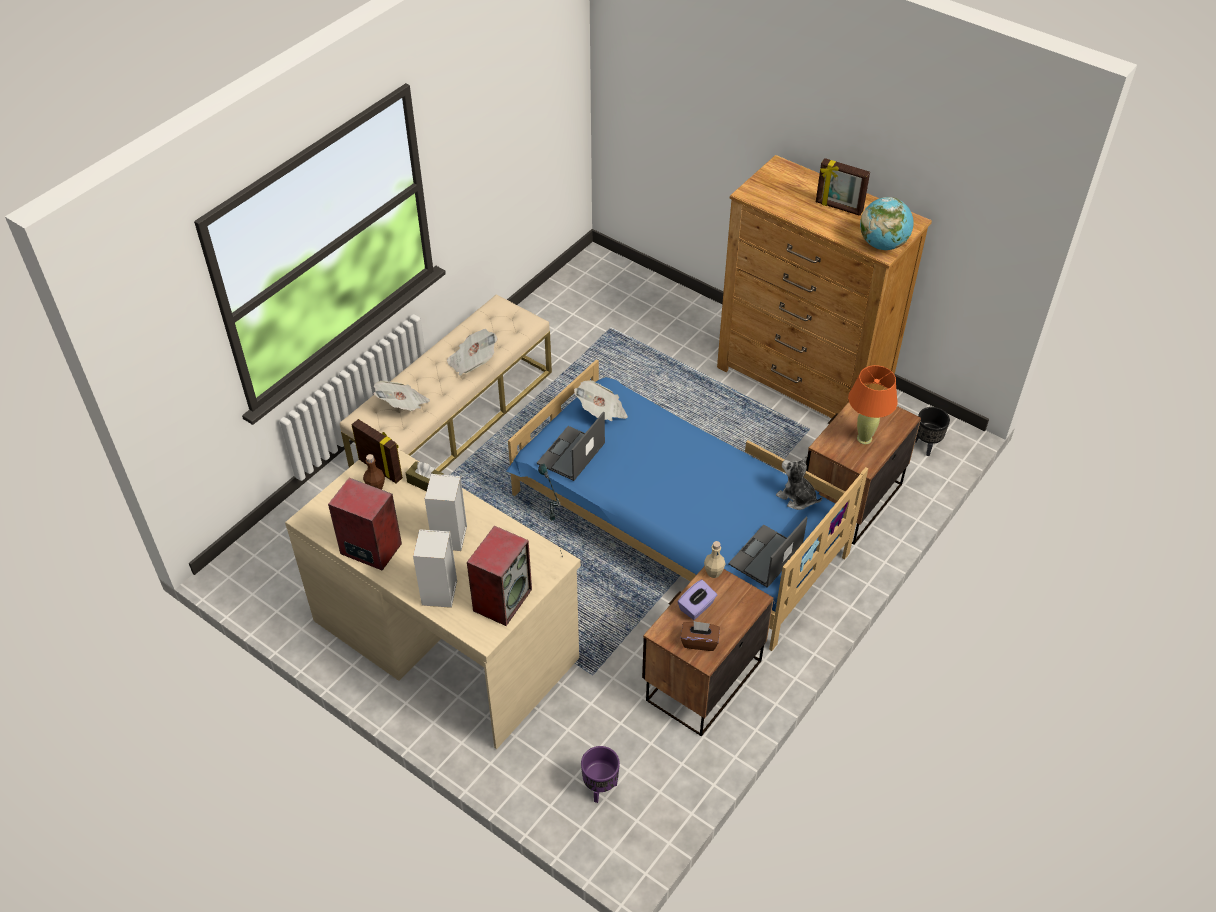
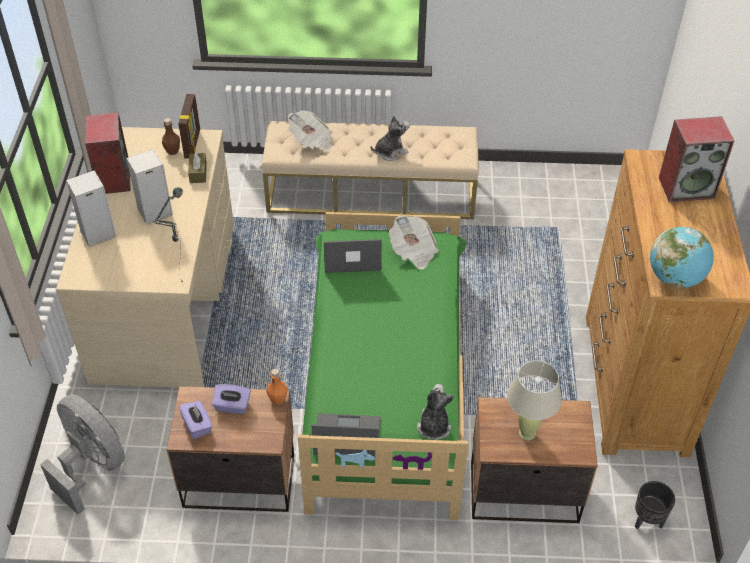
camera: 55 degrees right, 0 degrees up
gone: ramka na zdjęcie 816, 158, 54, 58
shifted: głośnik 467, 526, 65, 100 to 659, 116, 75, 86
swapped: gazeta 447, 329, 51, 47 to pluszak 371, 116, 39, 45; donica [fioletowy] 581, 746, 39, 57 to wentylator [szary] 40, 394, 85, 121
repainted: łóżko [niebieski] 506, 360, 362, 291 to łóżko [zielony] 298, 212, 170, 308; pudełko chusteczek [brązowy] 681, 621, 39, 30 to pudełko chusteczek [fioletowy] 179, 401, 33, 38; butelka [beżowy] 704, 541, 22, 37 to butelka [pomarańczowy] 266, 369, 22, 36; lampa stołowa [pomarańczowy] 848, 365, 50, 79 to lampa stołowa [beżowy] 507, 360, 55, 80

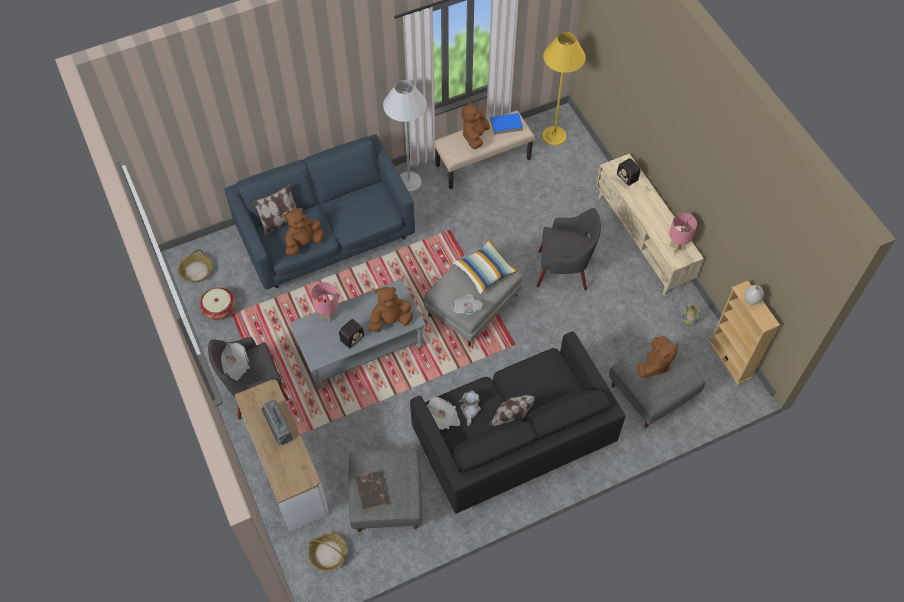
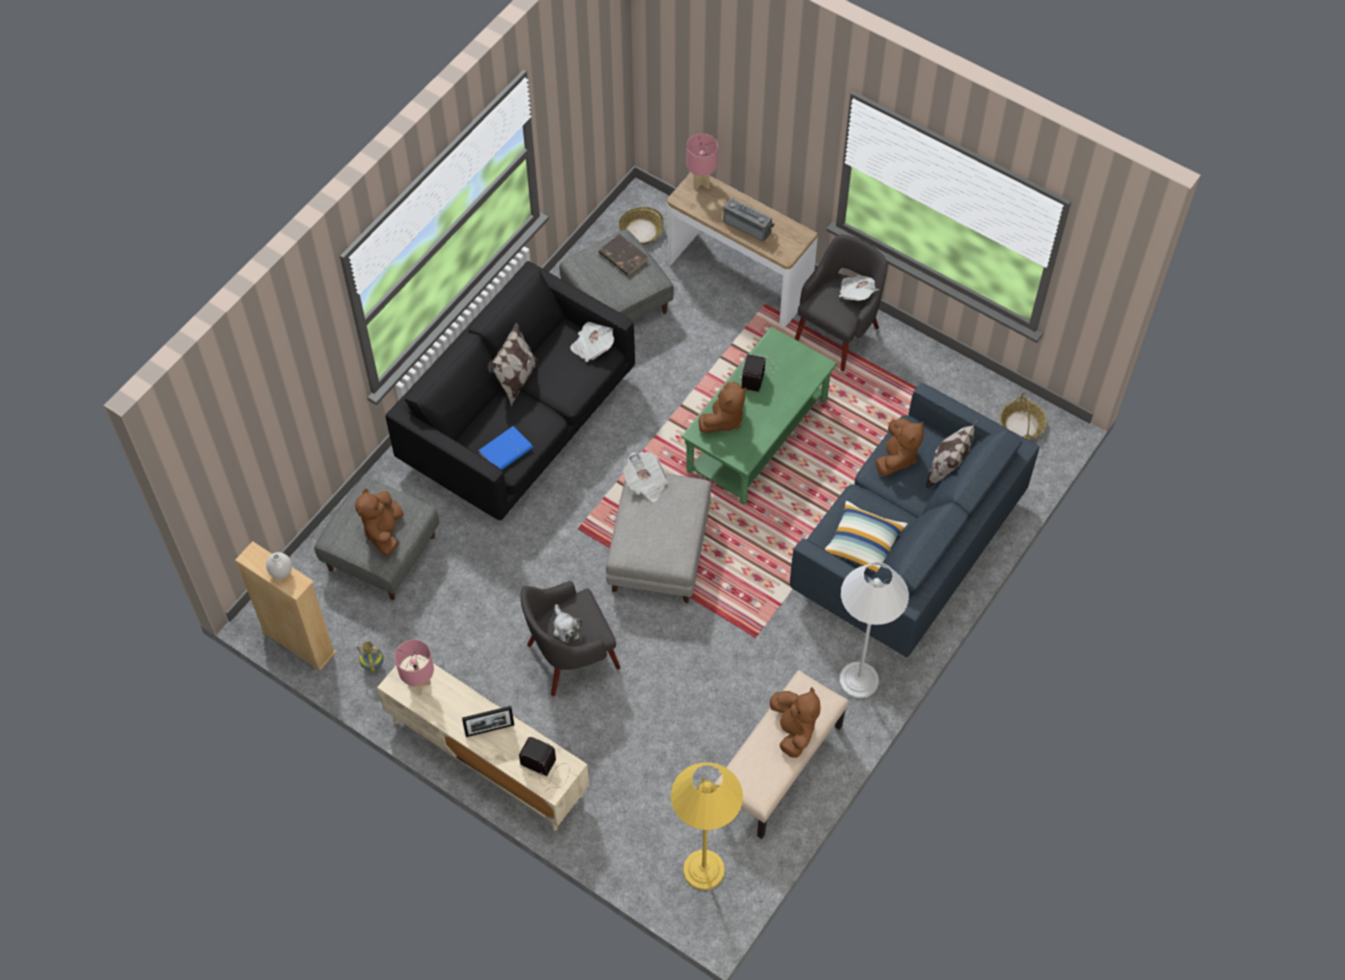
camera: 150 degrees right, 0 degrees up
gone: koszyk 199, 288, 37, 32
new: ramka na zdjęcie 462, 706, 52, 31
shifted: lampa stołowa [różowy] 311, 282, 27, 40 to 687, 133, 31, 56; poduszka 453, 240, 65, 54 to 824, 501, 84, 72; pluszak 459, 391, 22, 35 to 553, 604, 29, 39; książka [niebieski] 490, 113, 33, 22 to 478, 426, 55, 44
repainted: ława [szary] 289, 279, 137, 110 to ława [zielony] 681, 327, 156, 177

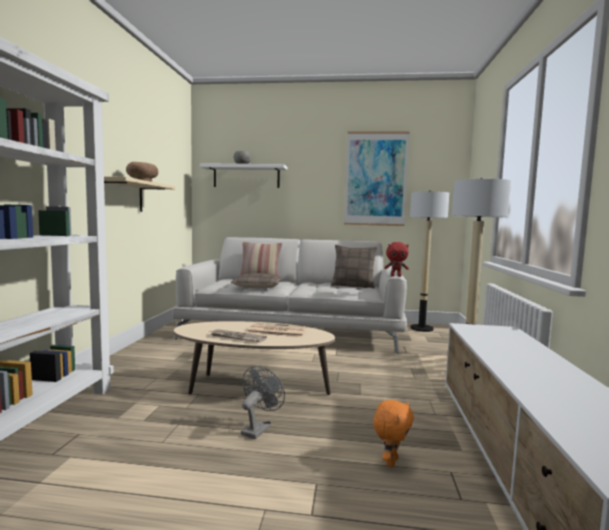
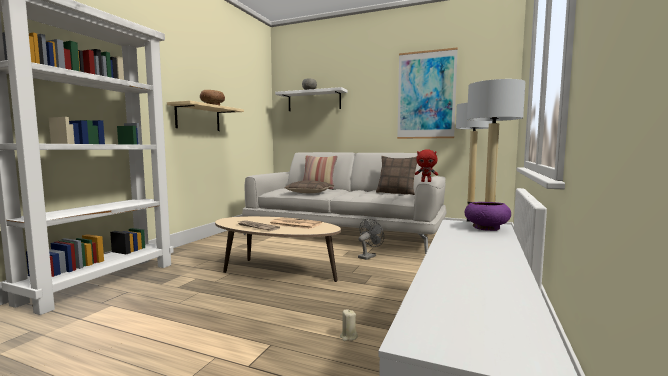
camera: 15 degrees right, 0 degrees up
new: miska [fioletowy] 465, 202, 46, 29
shifted: wentylator [szary] 241, 366, 44, 73 to 358, 219, 26, 41
swapped: pluszak [pomarańczowy] 373, 400, 41, 67 to świeca [beżowy] 340, 310, 18, 31

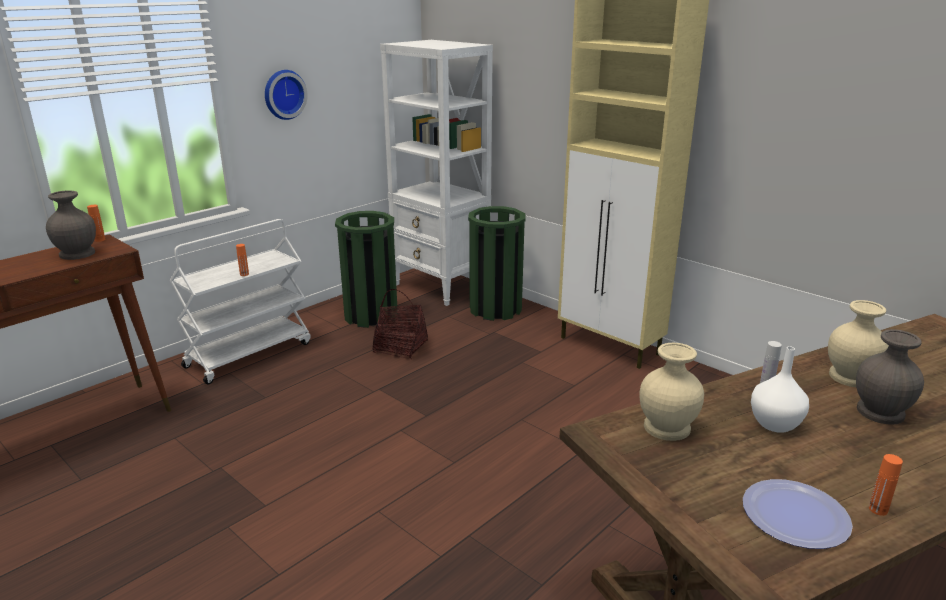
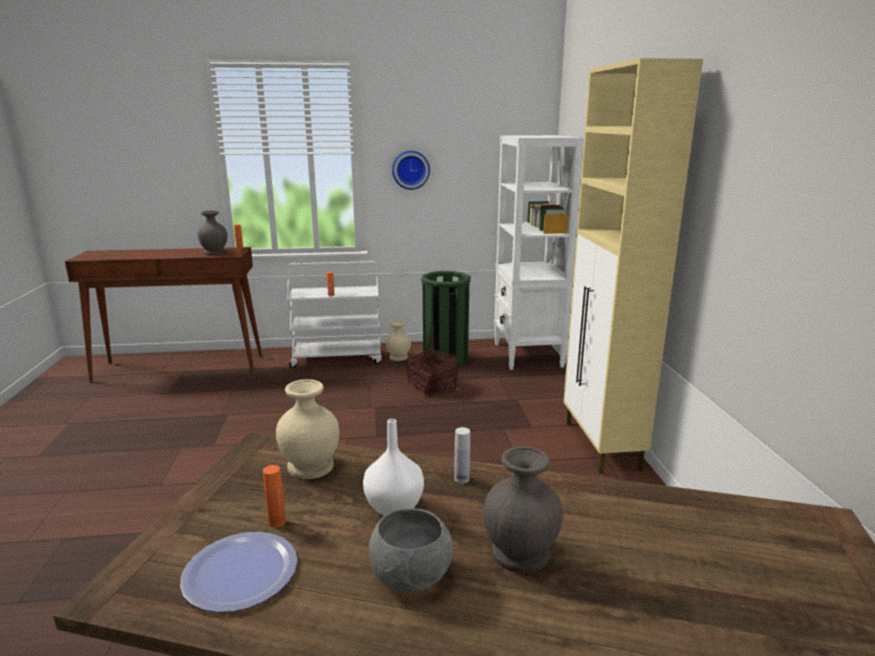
camera: 40 degrees right, 5 degrees down
gone: kosz na śmieci [zielony] 468, 206, 58, 115
new: miska [szary] 368, 508, 85, 85
shifted: wazon [beżowy] 828, 300, 61, 87 to 385, 321, 26, 40; butelka [pomarańczowy] 869, 454, 34, 62 to 263, 465, 23, 63

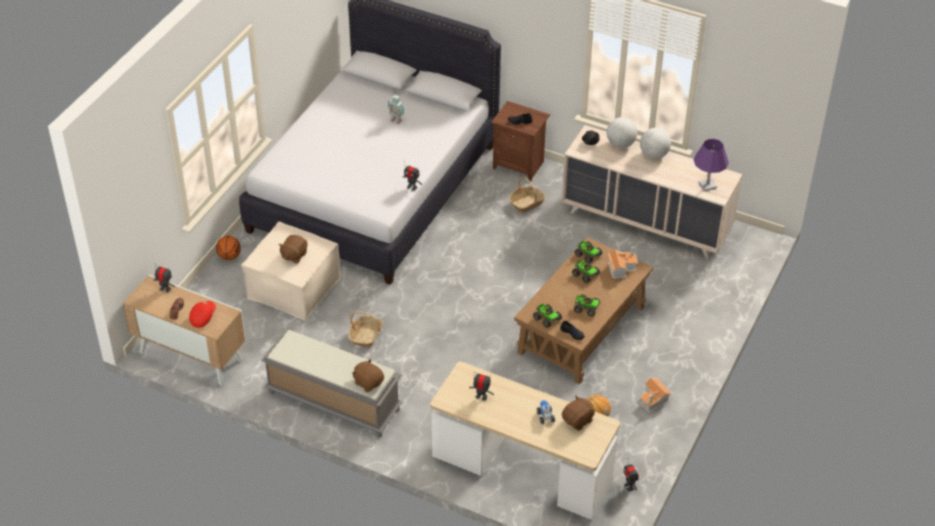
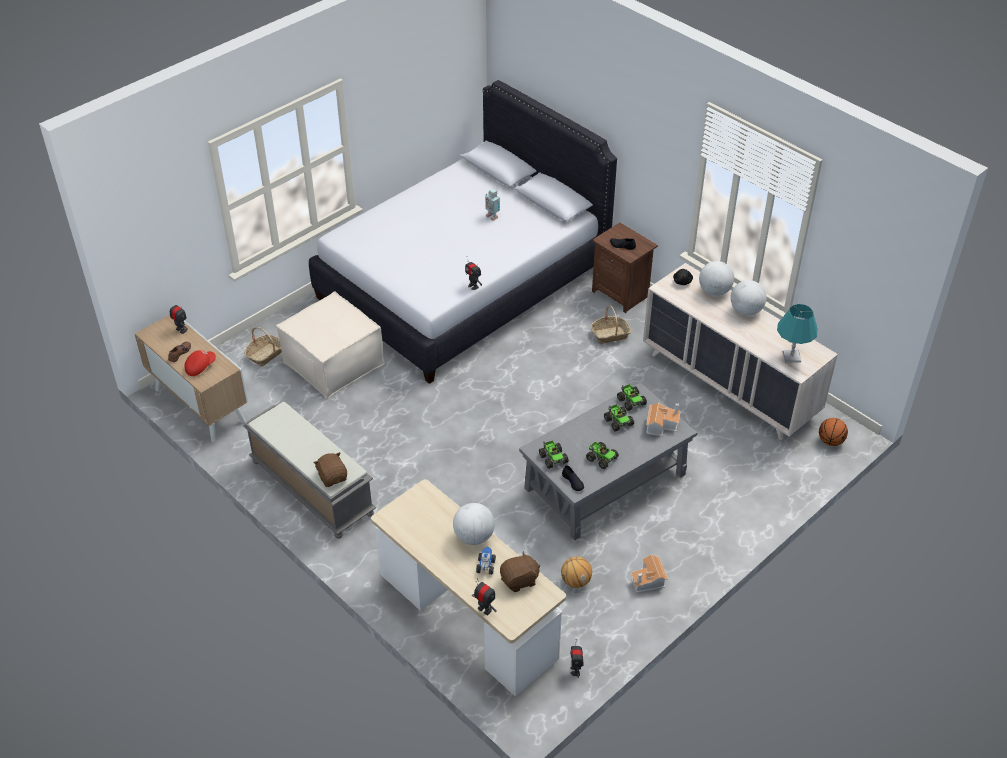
camera: 20 degrees right, 0 degrees up
gone: pluszak [brązowy] 278, 235, 30, 28
new: globus 453, 503, 42, 42
shifted: piłka do koszykówki 216, 236, 25, 24 to 819, 418, 29, 28; koszyk 348, 311, 35, 37 to 244, 327, 38, 39; robot zabawkowy 469, 371, 25, 30 to 472, 578, 25, 38
repainted: ława [brązowy] 514, 237, 139, 147 to ława [szary] 519, 382, 178, 158; lampa stołowa [fioletowy] 693, 139, 36, 52 to lampa stołowa [turkusowy] 777, 304, 41, 59

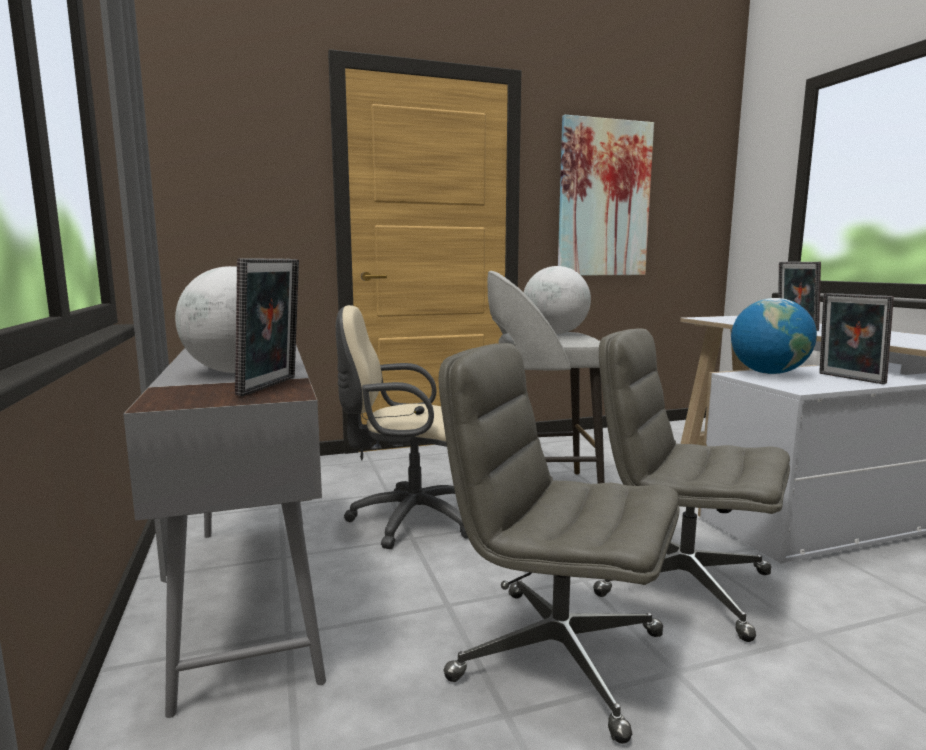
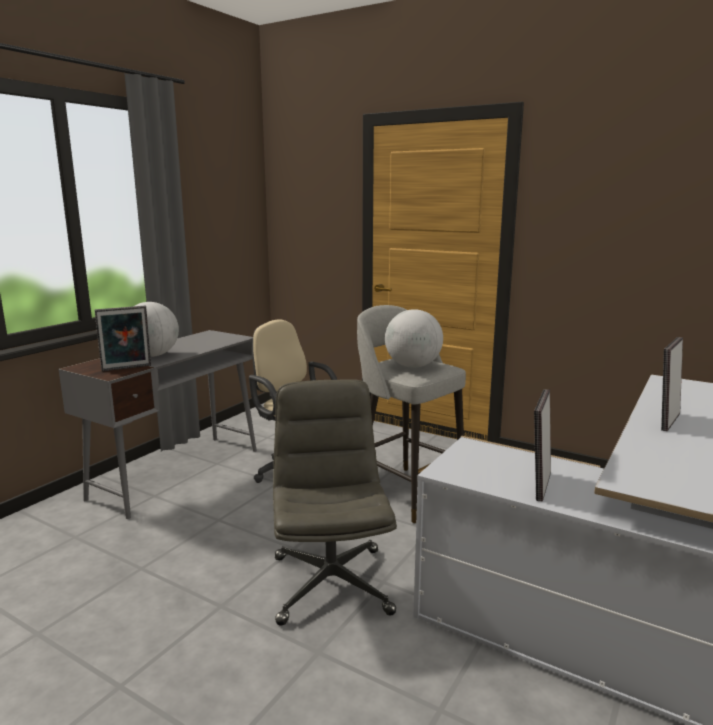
camera: 50 degrees right, 5 degrees up
gone: krzesło biurowe [szary] 439, 343, 241, 401; obraz 558, 115, 96, 161; globus 731, 298, 86, 76

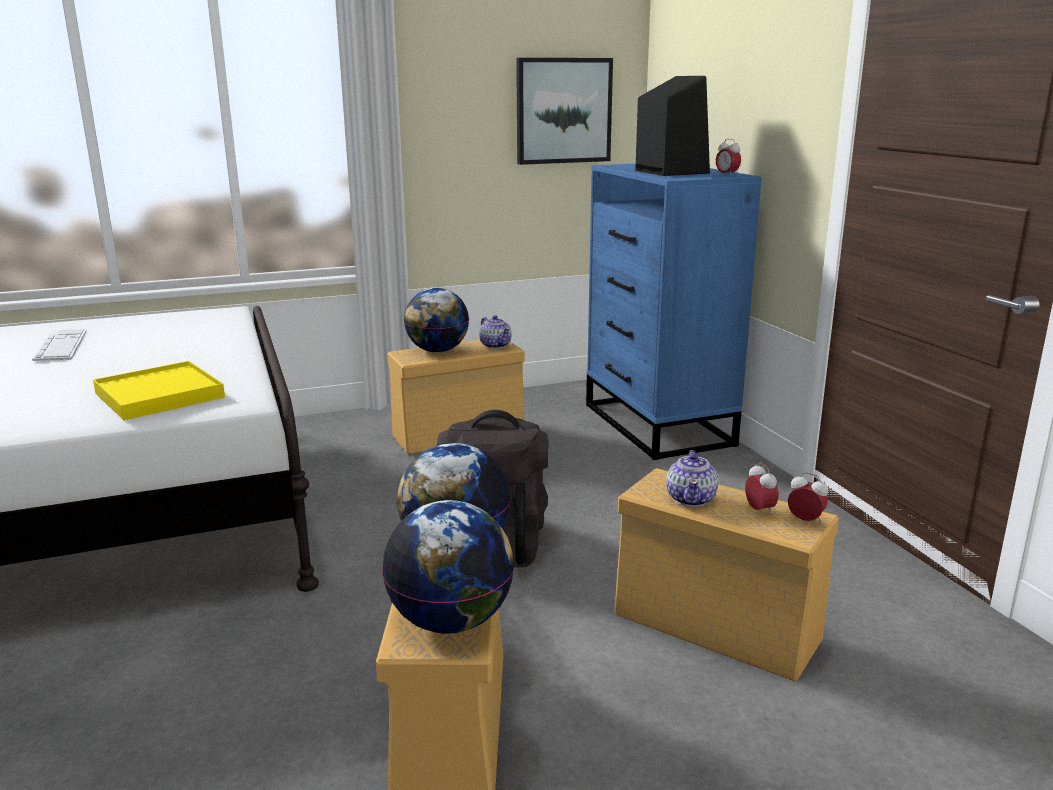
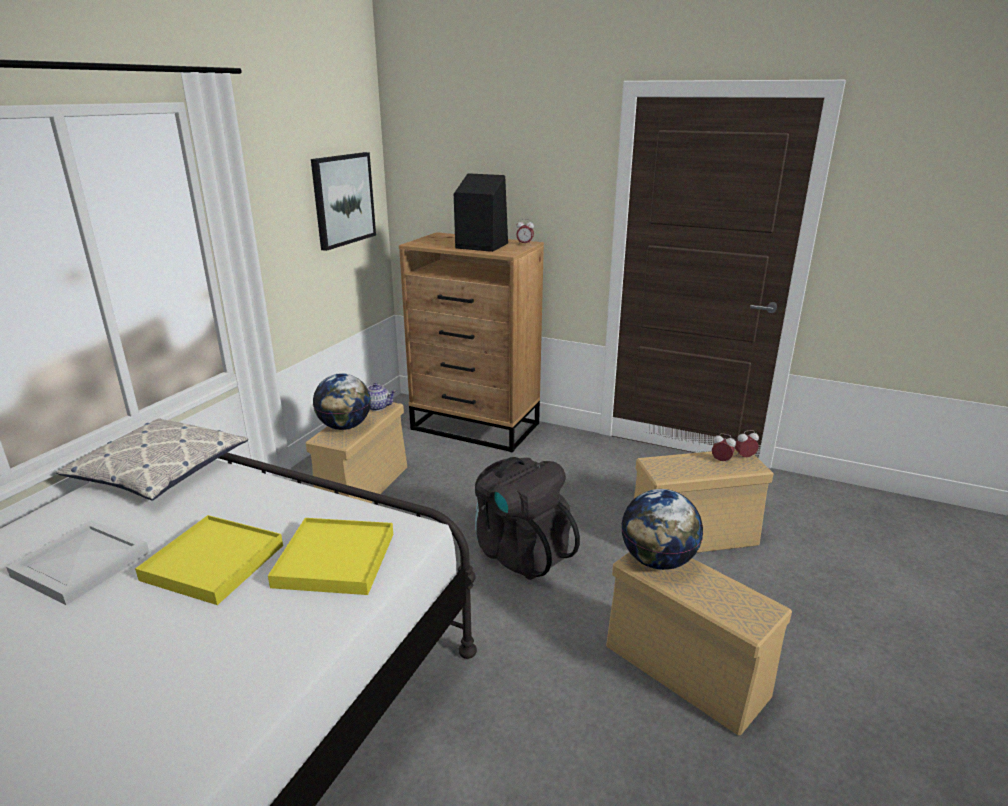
camera: 45 degrees left, 5 degrees up
gone: globus 382, 500, 132, 134; imbryk 666, 450, 52, 57
new: poduszka 56, 418, 193, 82; taca [żółty] 135, 515, 148, 90
swapped: klawiatura 32, 329, 55, 32 to taca [biały] 6, 520, 144, 85
repainted: komoda [niebieski] 586, 164, 176, 296 to komoda [brązowy] 399, 232, 145, 221

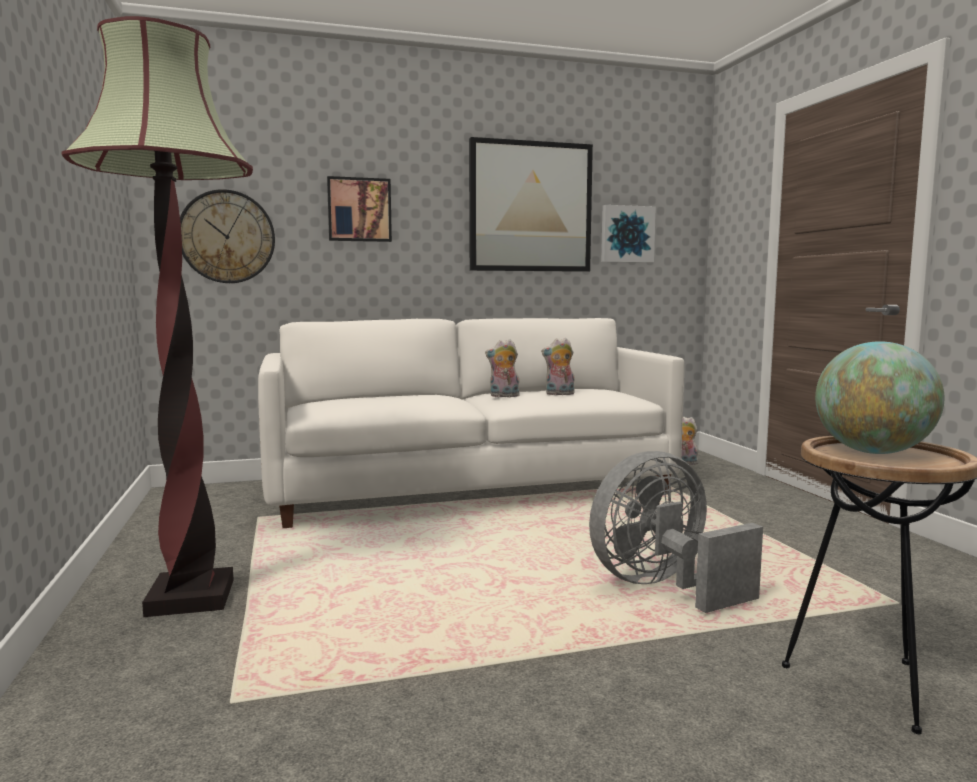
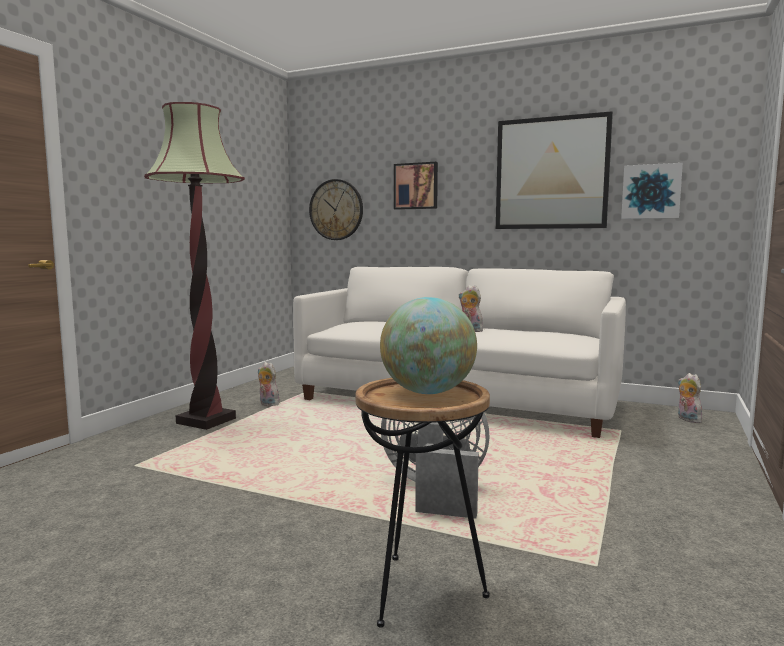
camera: 40 degrees right, 0 degrees up
shifted: pluszak 541, 338, 34, 57 to 258, 362, 21, 45

